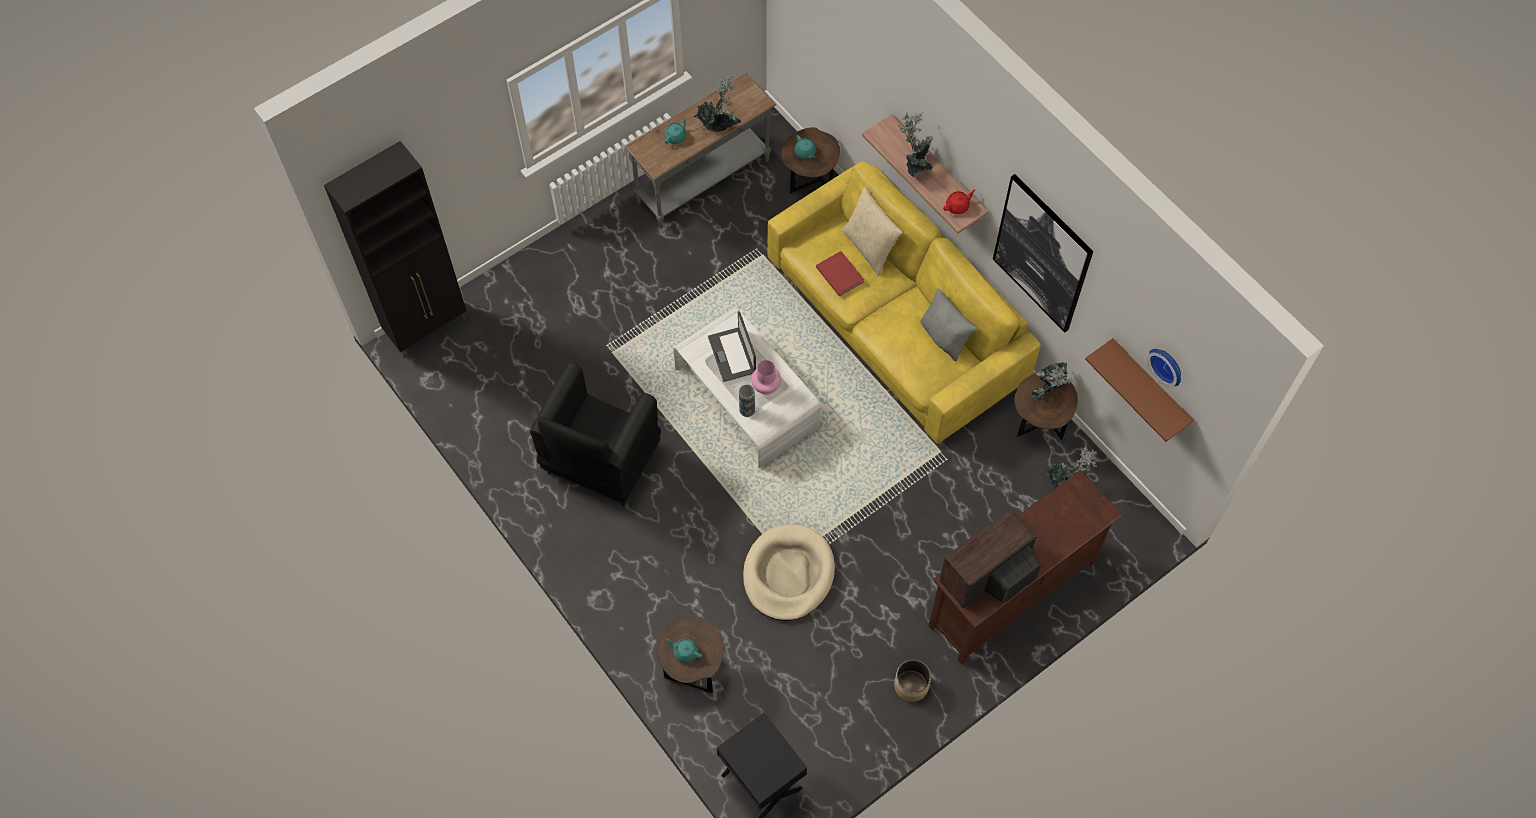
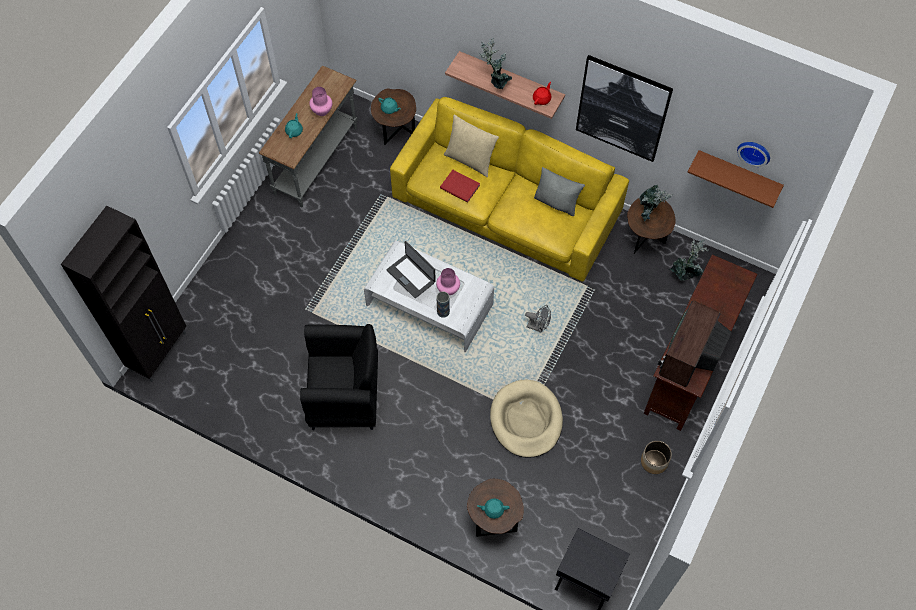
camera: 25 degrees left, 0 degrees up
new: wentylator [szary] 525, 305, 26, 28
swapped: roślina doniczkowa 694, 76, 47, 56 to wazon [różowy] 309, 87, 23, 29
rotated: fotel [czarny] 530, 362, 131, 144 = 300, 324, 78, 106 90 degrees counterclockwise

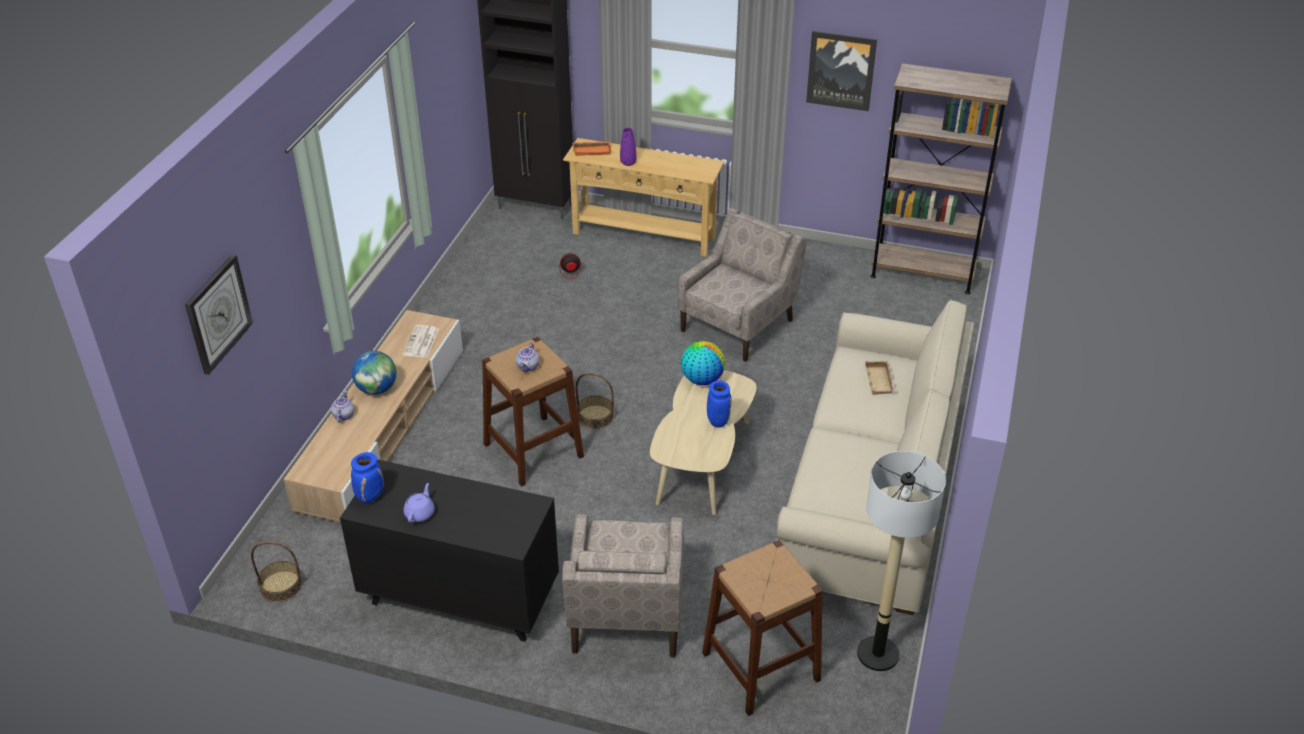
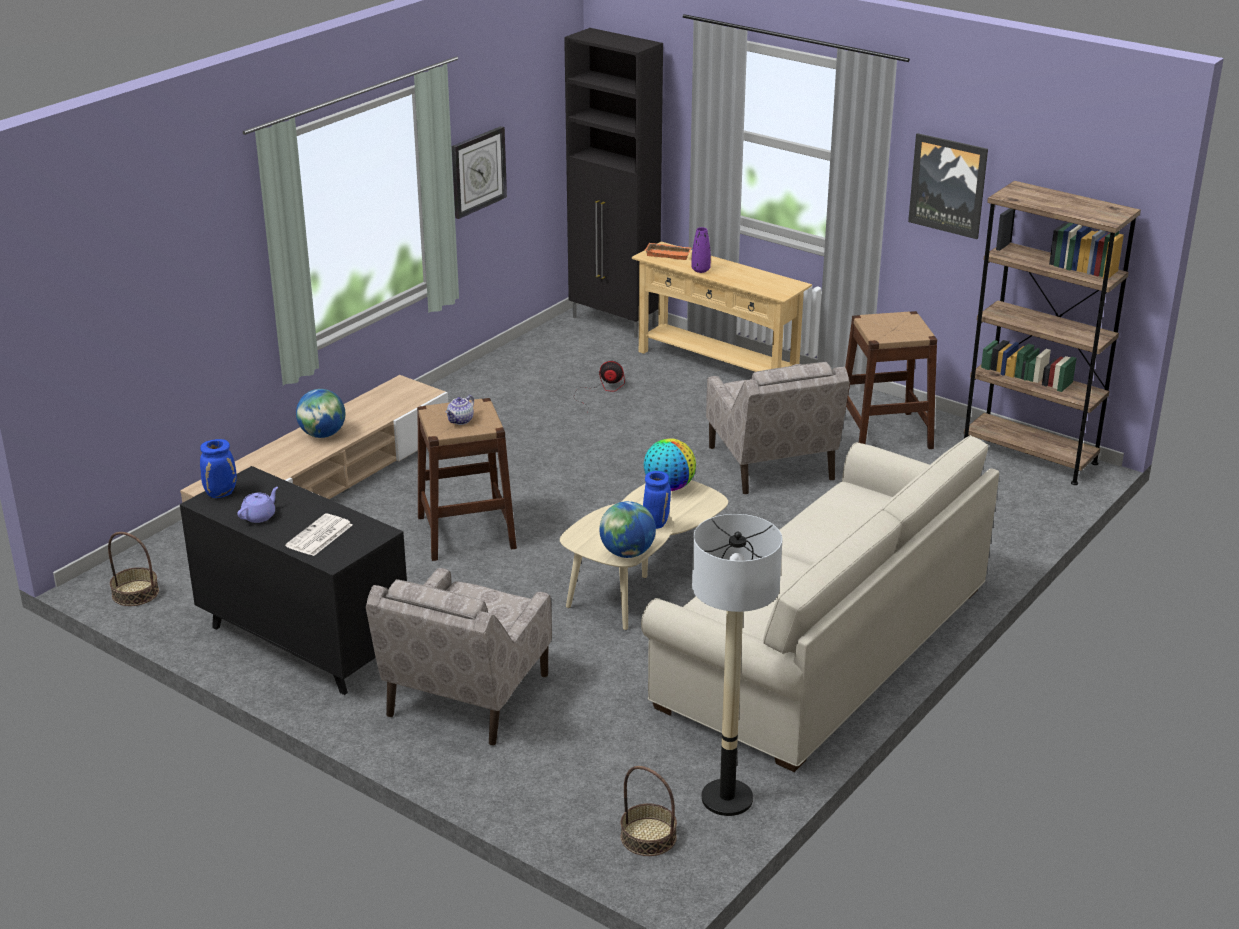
camera: 20 degrees right, 10 degrees down
gone: imbryk 331, 391, 23, 31; taca [beżowy] 865, 361, 31, 34
new: globus 599, 501, 57, 57
shifted: zegar ścienny 185, 254, 68, 121 to 452, 126, 55, 93; gazeta 403, 325, 36, 33 to 285, 514, 67, 42; koszyk 575, 373, 39, 56 to 621, 766, 56, 90; stołek [brązowy] 702, 540, 121, 176 to 845, 311, 92, 138
rotated: fotel [beżowy] 678, 208, 129, 154 = 706, 362, 144, 132 105 degrees clockwise

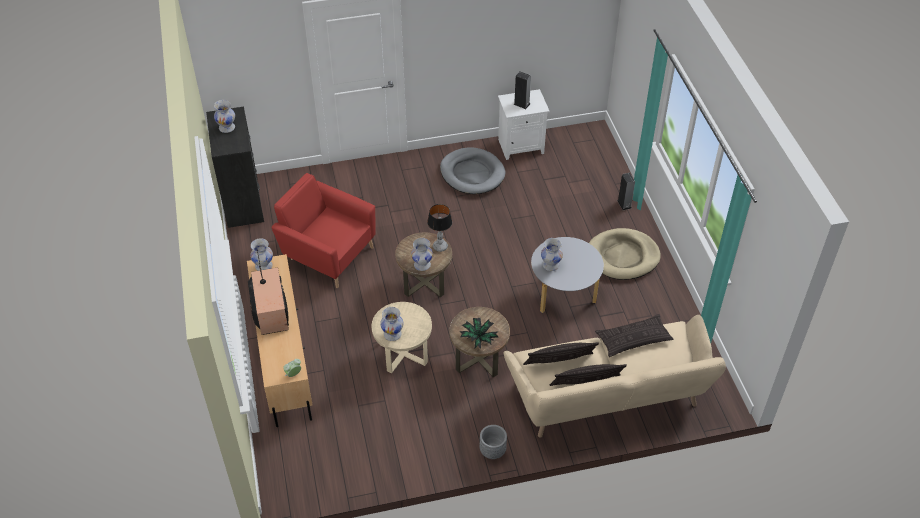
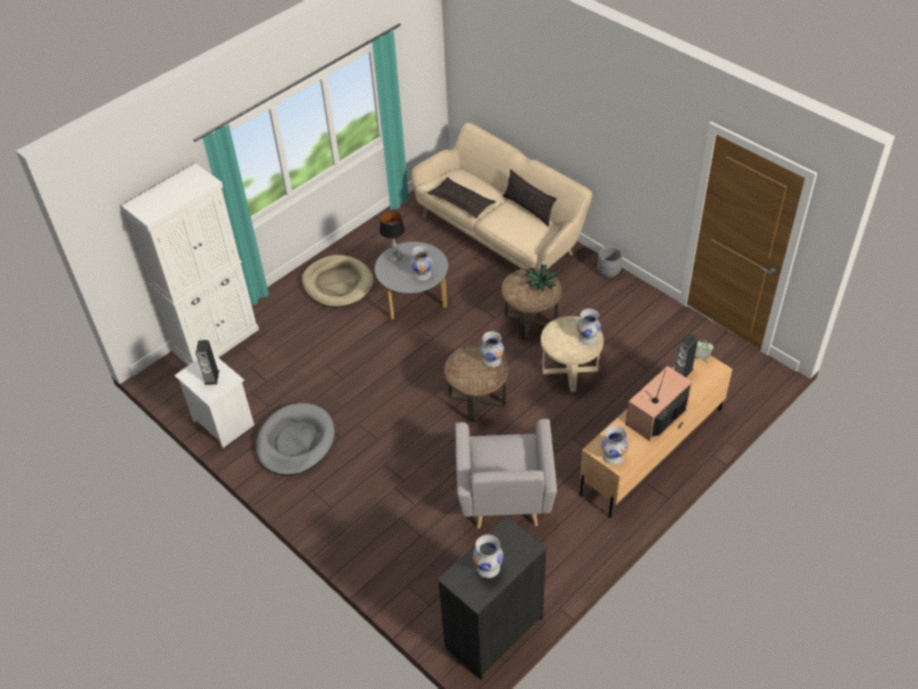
camera: 120 degrees left, 0 degrees up
gone: poduszka 523, 342, 76, 23
new: szafka [biały] 121, 163, 138, 203
shifted: lampa stołowa 427, 204, 25, 48 to 379, 211, 26, 51; głośnik 617, 173, 18, 37 to 675, 333, 23, 44
repainted: fotel [czerwony] 272, 173, 104, 115 to fotel [szary] 455, 419, 102, 110

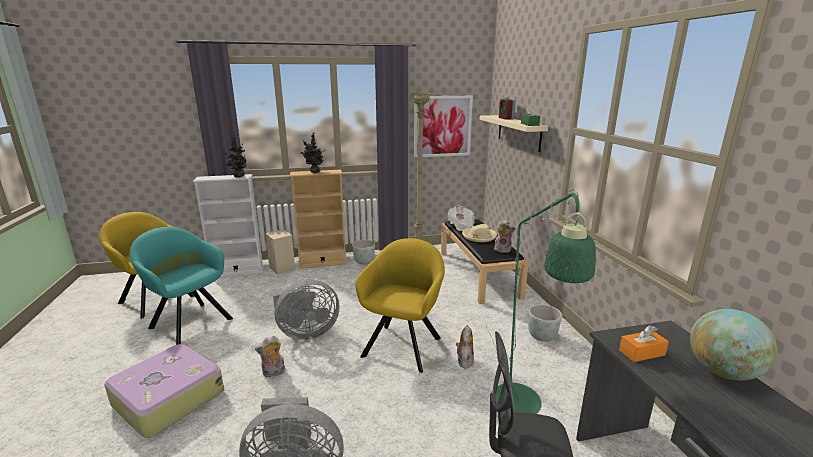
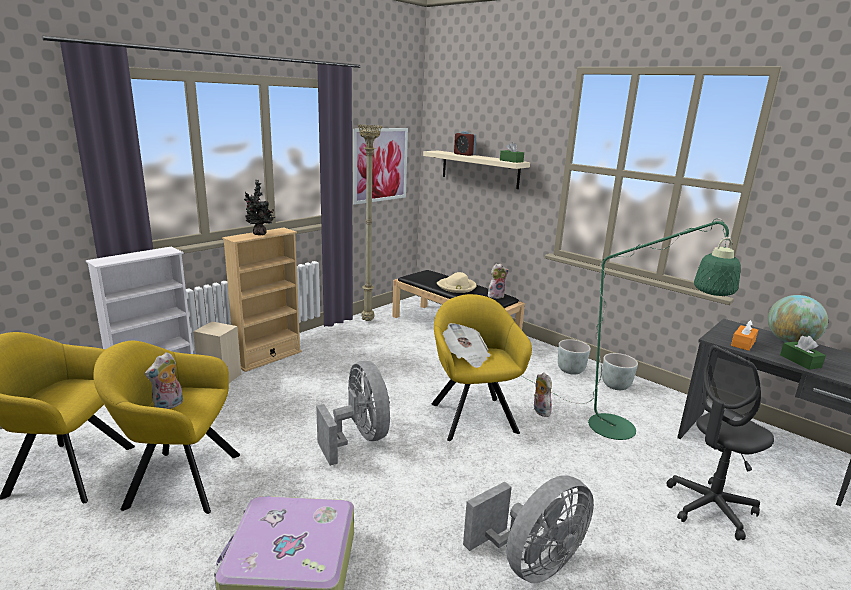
camera: 35 degrees left, 0 degrees up
gone: roślina doniczkowa 223, 136, 25, 41
new: pudełko chusteczek [zielony] 780, 336, 46, 34
shifted: pluszak 255, 336, 30, 42 to 145, 352, 38, 57; donica [szary] 352, 240, 23, 25 to 602, 353, 36, 37; gazeta 447, 205, 27, 26 to 443, 323, 48, 45
repainted: fotel [turkusowy] 130, 227, 103, 118 to fotel [żółty] 93, 341, 147, 173
rotated: wentylator [szary] 273, 280, 66, 60 = 316, 361, 74, 105 60 degrees counterclockwise

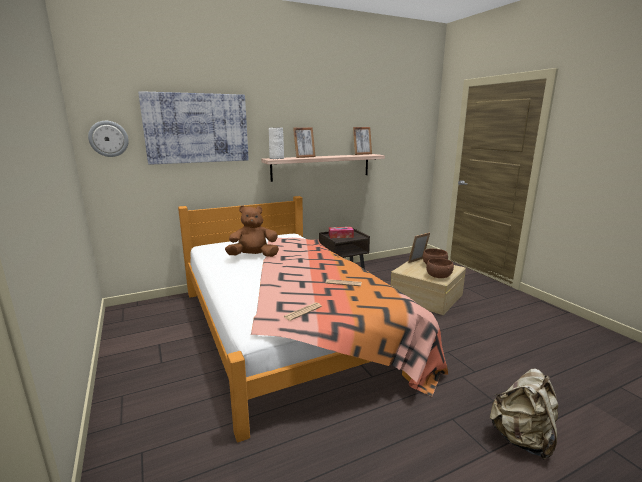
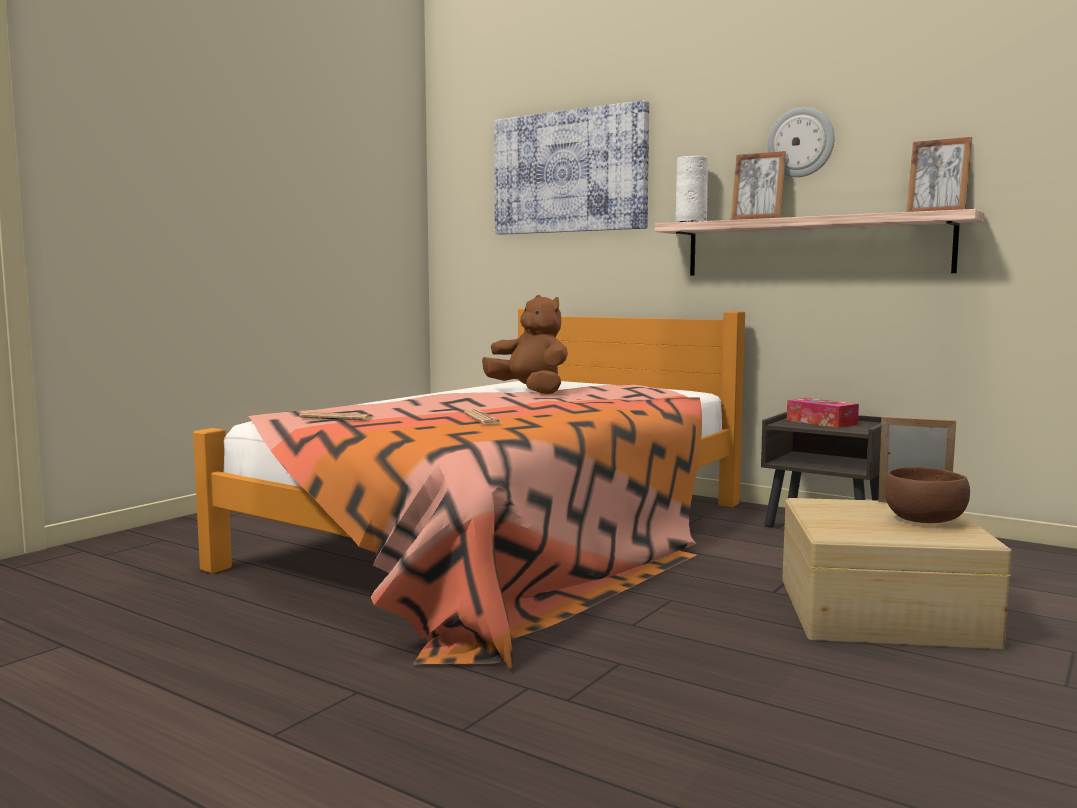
camera: 60 degrees right, 10 degrees down
gone: miska [brązowy] 426, 258, 28, 20; plecak [beżowy] 490, 369, 68, 91
shifted: zegar ścienny 88, 121, 41, 36 to 767, 107, 68, 70

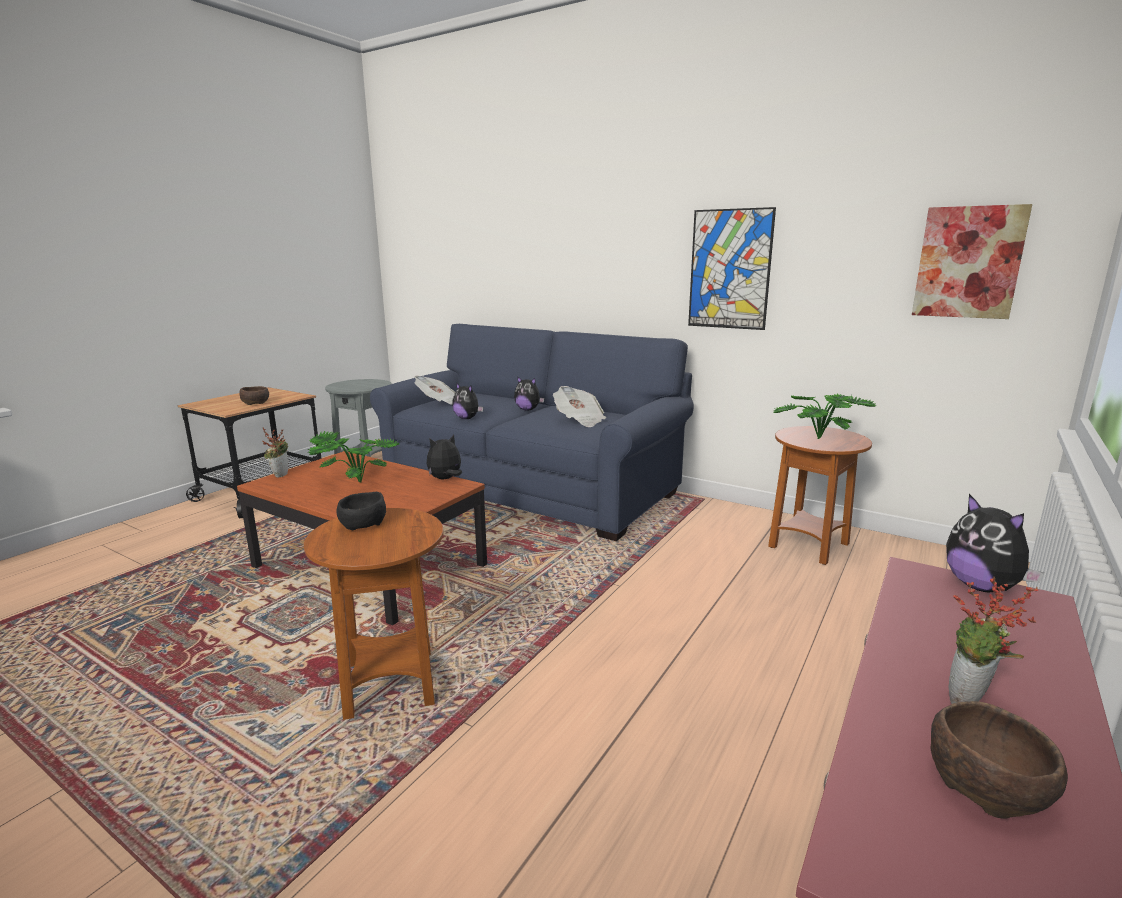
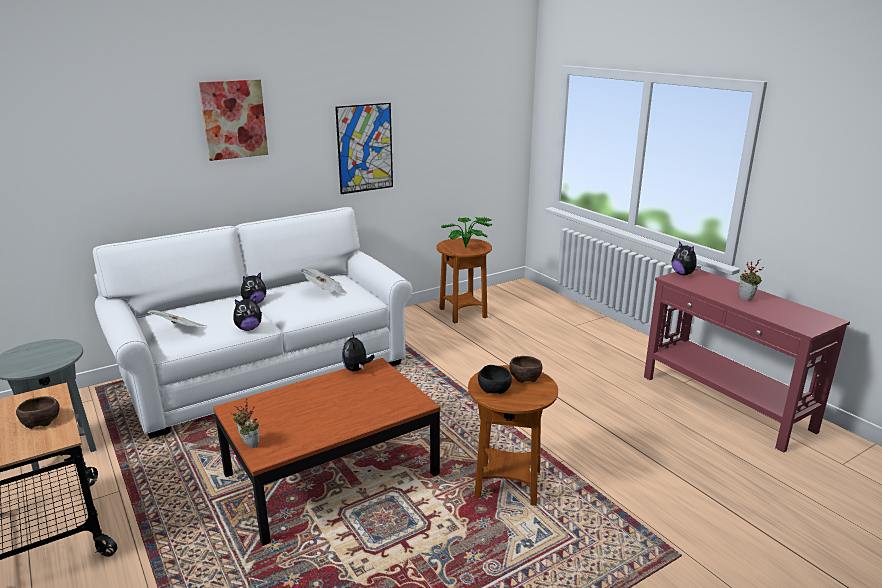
camera: 65 degrees left, 5 degrees up
gone: roślina doniczkowa 308, 431, 91, 51
shifted: obraz 912, 204, 120, 115 to 199, 79, 69, 82; miska [brązowy] 930, 701, 138, 118 to 509, 356, 33, 27
repainted: kanapa [niebieski] 370, 324, 324, 217 to kanapa [biały] 93, 207, 320, 232
rotated: pluszak 946, 494, 98, 99 = 672, 241, 29, 34 60 degrees clockwise

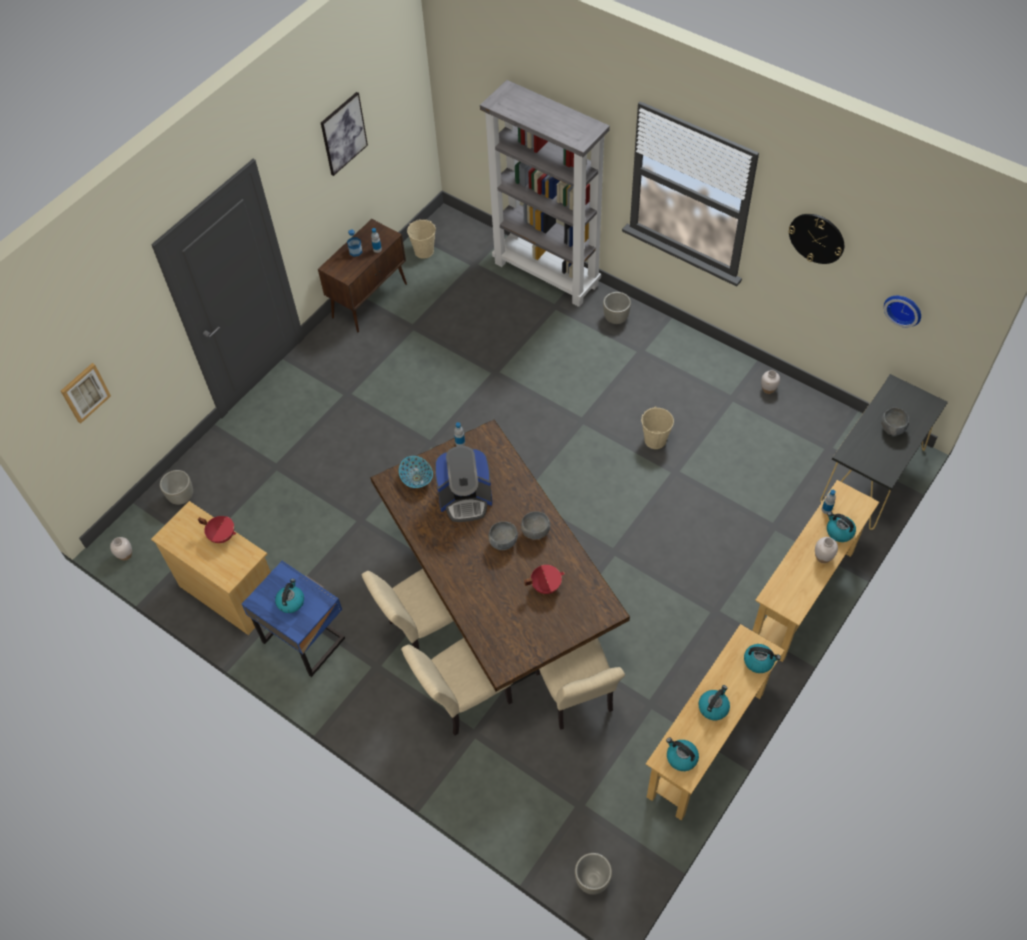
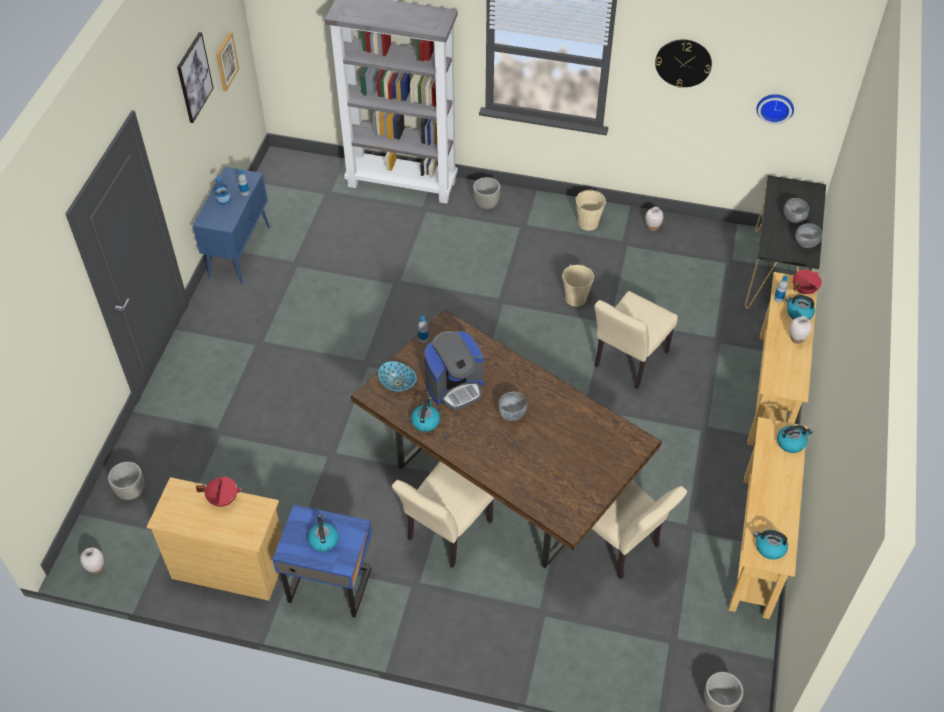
camera: 25 degrees left, 5 degrees down
shifted: obraz 61, 363, 50, 61 to 216, 32, 23, 59; krzesło [beżowy] 401, 638, 111, 98 to 594, 291, 84, 98; wiadro [beżowy] 407, 219, 29, 40 to 576, 190, 30, 41; miska [szary] 521, 511, 30, 28 to 795, 223, 27, 25; garnek [czerwony] 524, 565, 41, 29 to 793, 270, 29, 24; czajnik 698, 685, 32, 35 to 411, 397, 29, 35
repainted: szafka [brązowy] 318, 219, 89, 113 to szafka [niebieski] 192, 167, 78, 117

